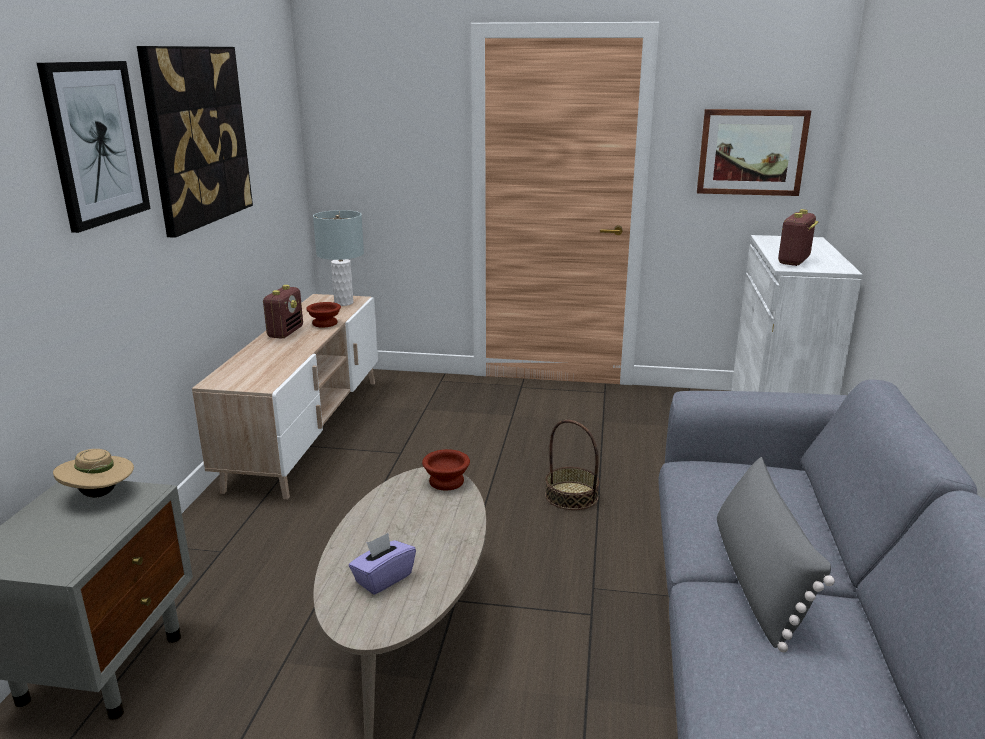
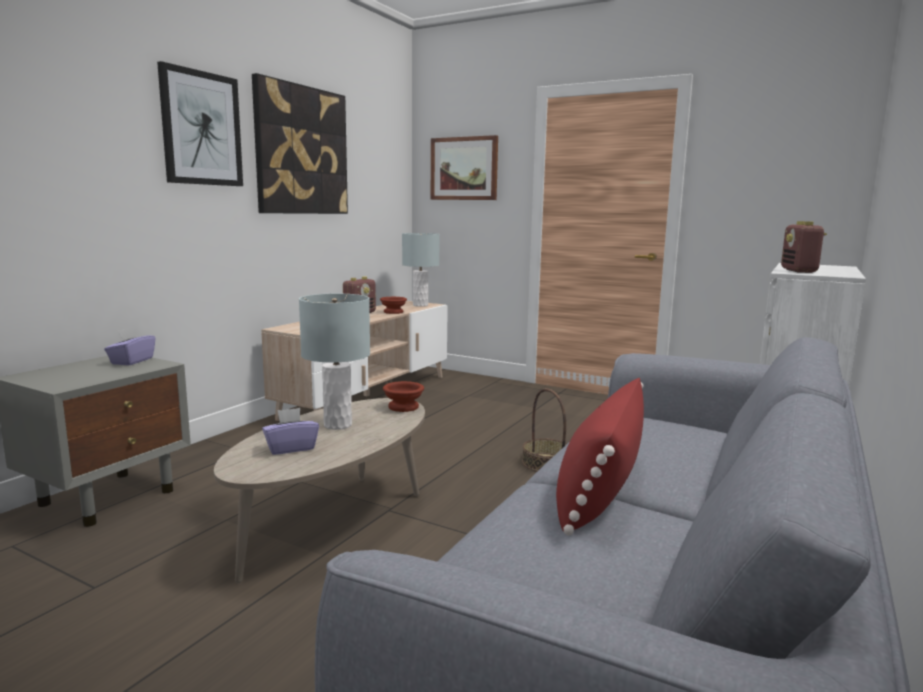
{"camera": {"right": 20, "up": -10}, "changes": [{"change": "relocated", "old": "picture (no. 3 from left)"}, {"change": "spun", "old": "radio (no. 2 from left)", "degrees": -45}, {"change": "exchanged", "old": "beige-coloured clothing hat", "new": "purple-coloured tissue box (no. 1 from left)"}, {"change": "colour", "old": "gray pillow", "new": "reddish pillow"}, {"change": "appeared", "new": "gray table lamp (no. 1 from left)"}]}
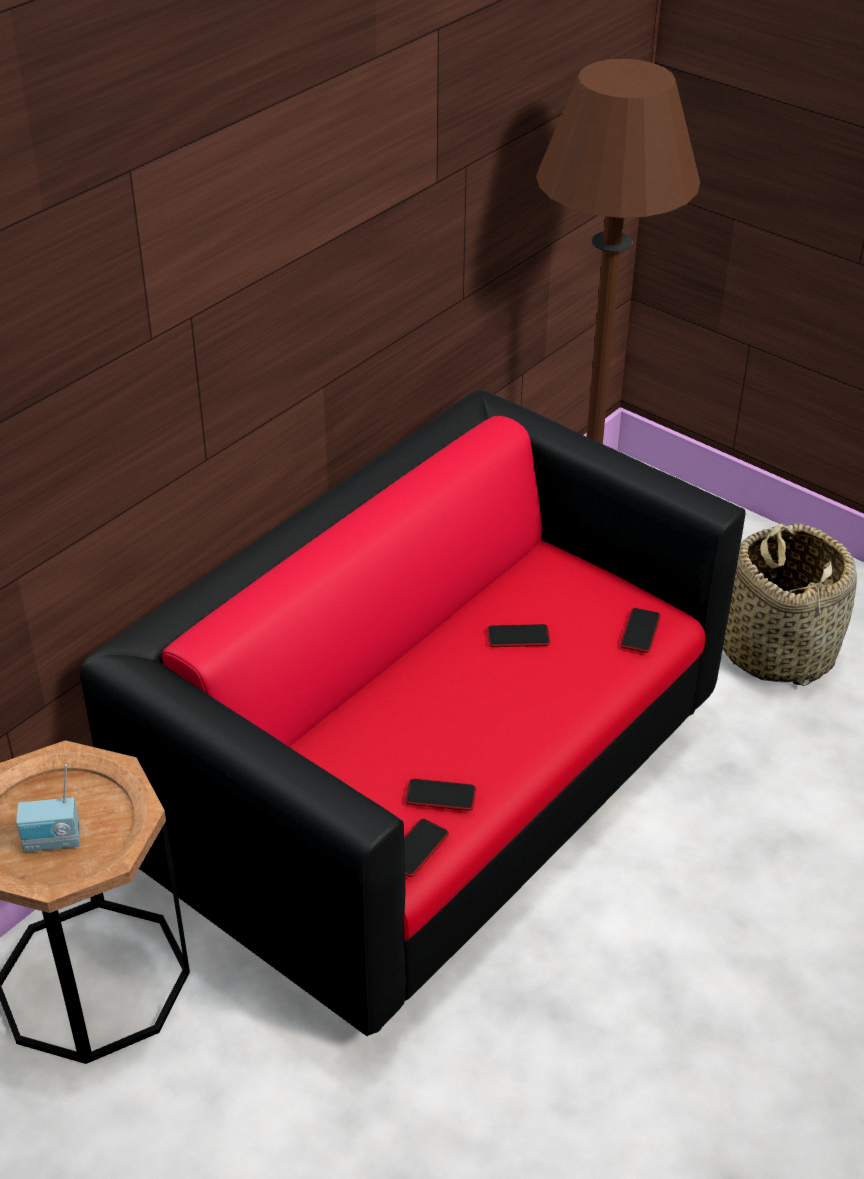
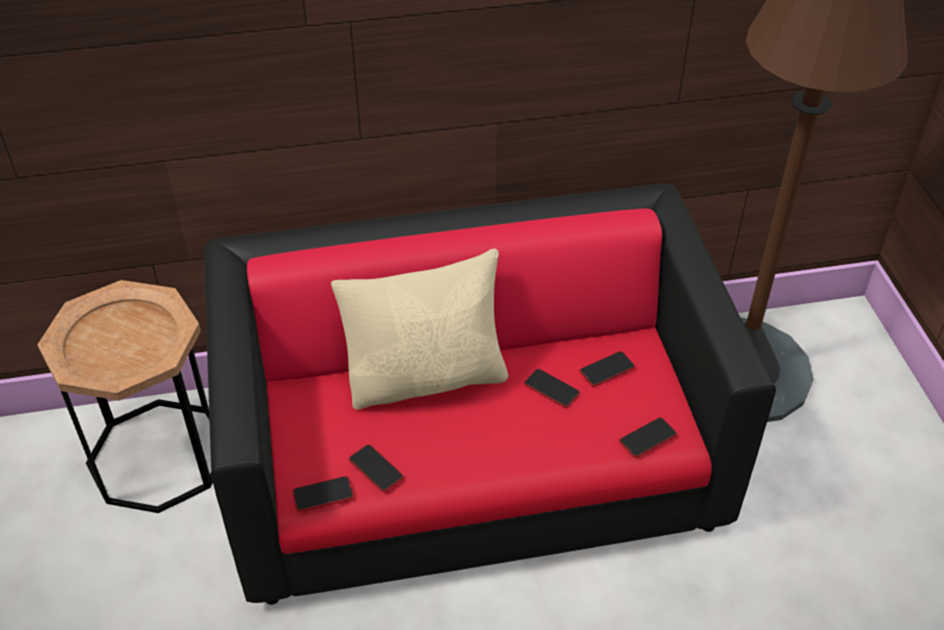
{"camera": {"right": 40, "up": 5}, "changes": [{"change": "missing", "old": "household basket"}, {"change": "missing", "old": "radio"}, {"change": "appeared", "new": "beige-coloured pillow"}, {"change": "appeared", "new": "telephone (no. 4 from left)"}]}
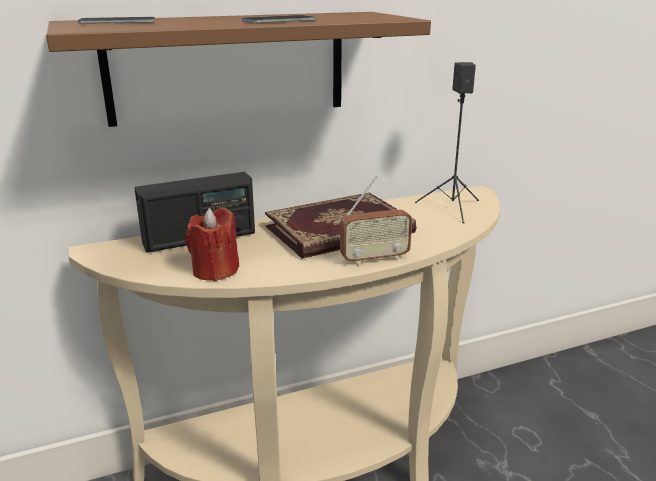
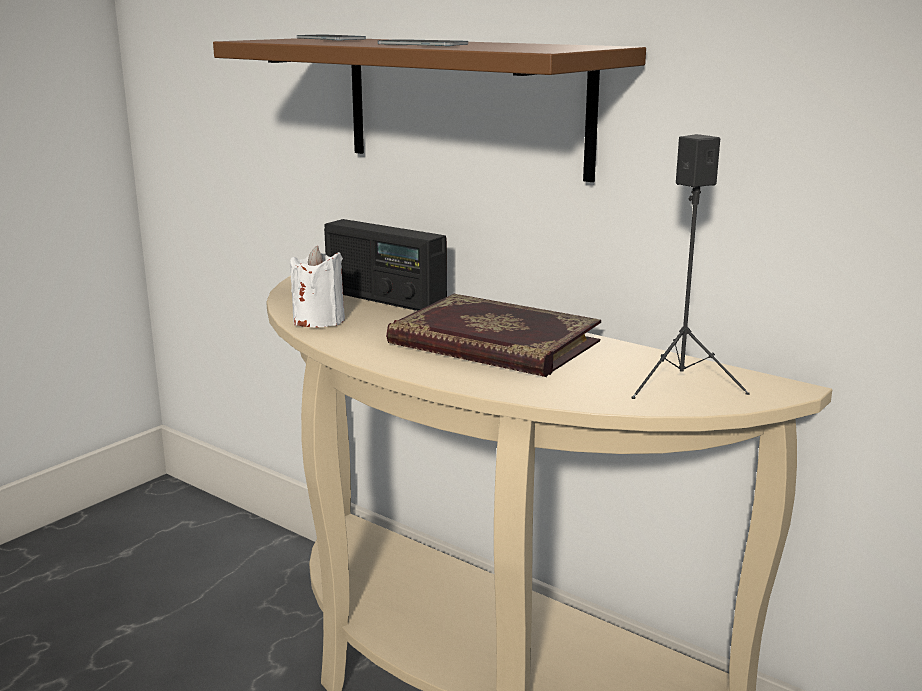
{"camera": {"right": 60, "up": -5}, "changes": [{"change": "missing", "old": "radio (no. 2 from left)"}, {"change": "colour", "old": "reddish candle", "new": "white-coloured candle"}]}
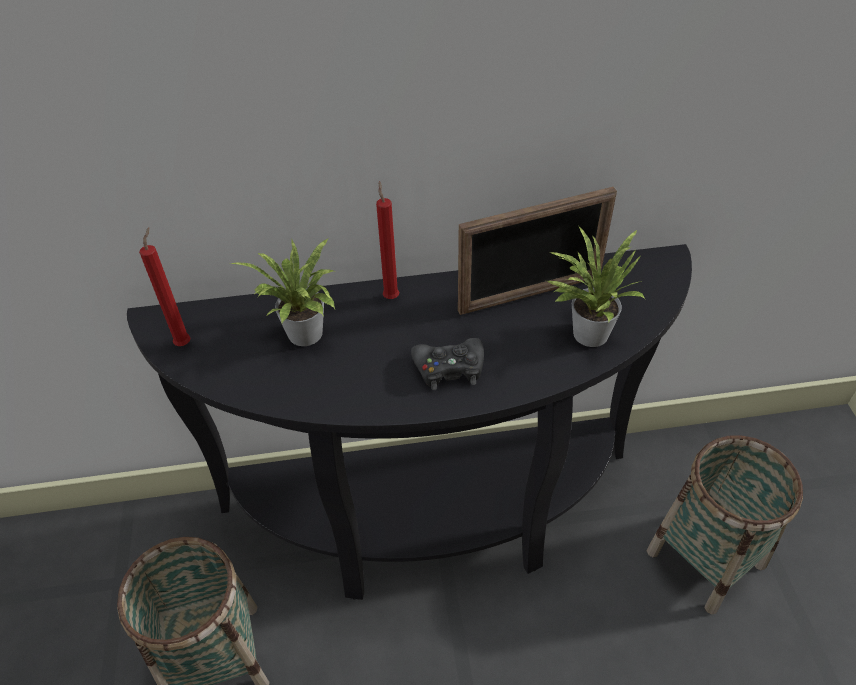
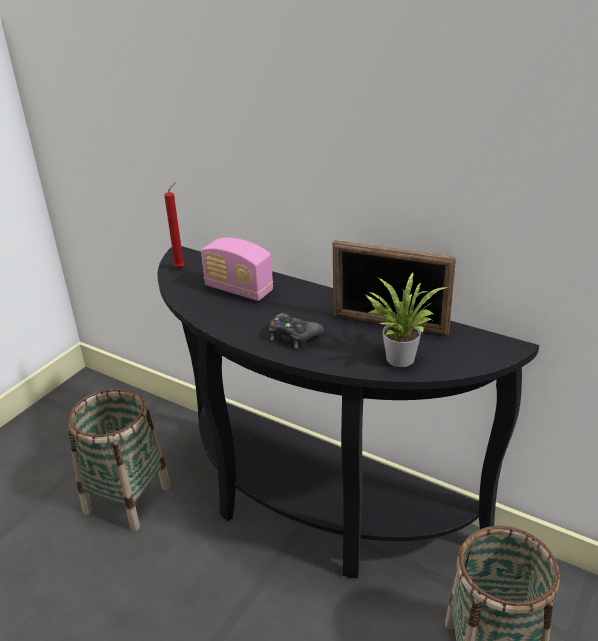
{"camera": {"right": 40, "up": -15}, "changes": [{"change": "missing", "old": "reddish candle (no. 2 from left)"}, {"change": "exchanged", "old": "plant in a pot (no. 1 from left)", "new": "radio"}]}
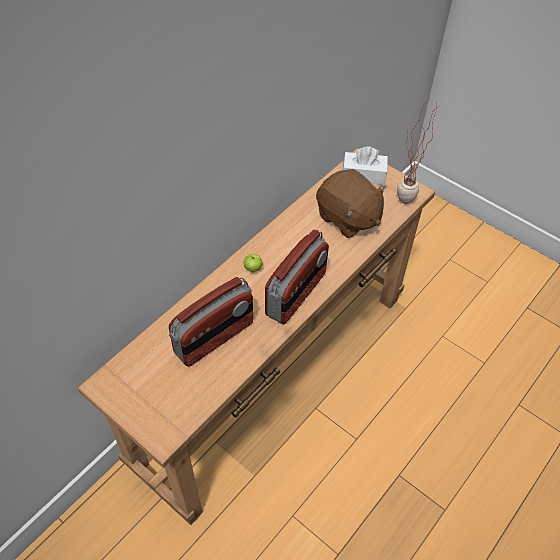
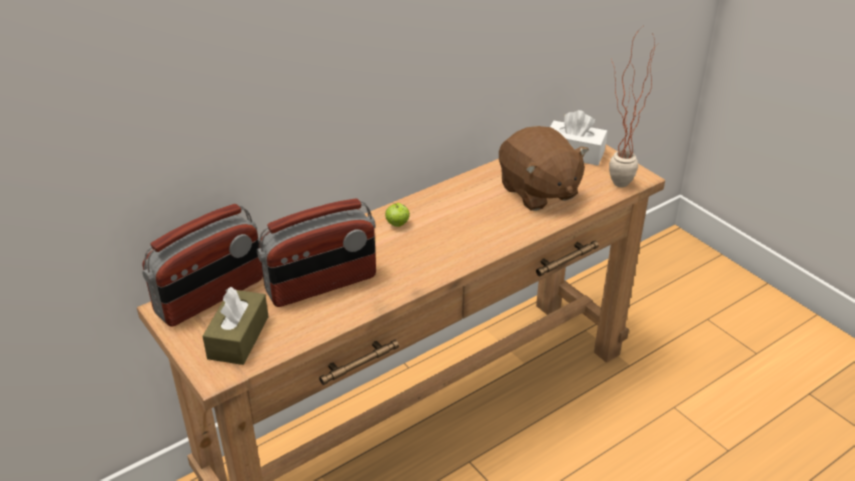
{"camera": {"right": 15, "up": -15}, "changes": [{"change": "relocated", "old": "radio (no. 2 from left in the first image)", "new": "radio (no. 1 from left)"}, {"change": "appeared", "new": "brown tissue box"}]}
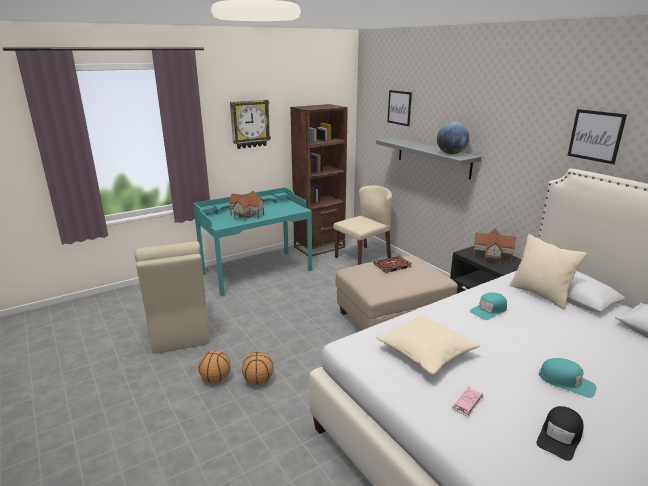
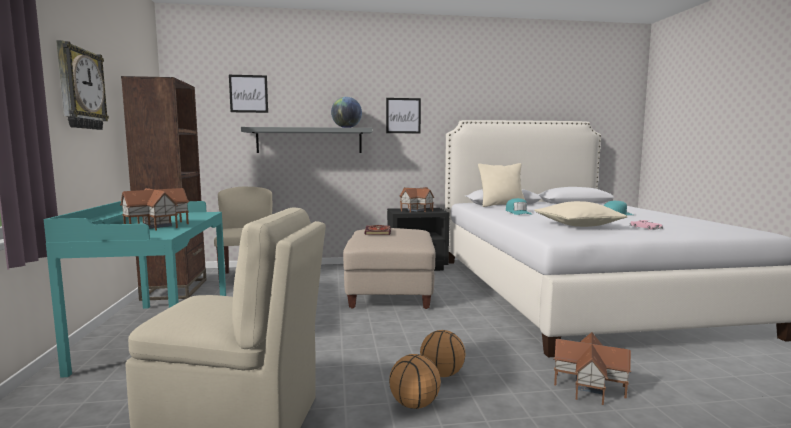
{"camera": {"right": -65, "up": -15}, "changes": [{"change": "relocated", "old": "picture (no. 2 from left)"}, {"change": "missing", "old": "black cap"}, {"change": "appeared", "new": "toy house (no. 3 from left)"}]}
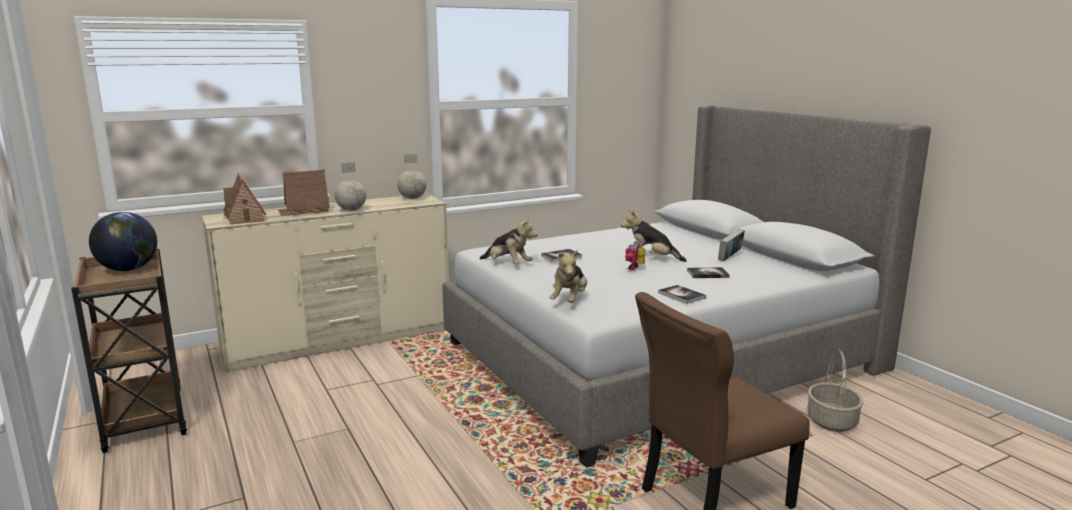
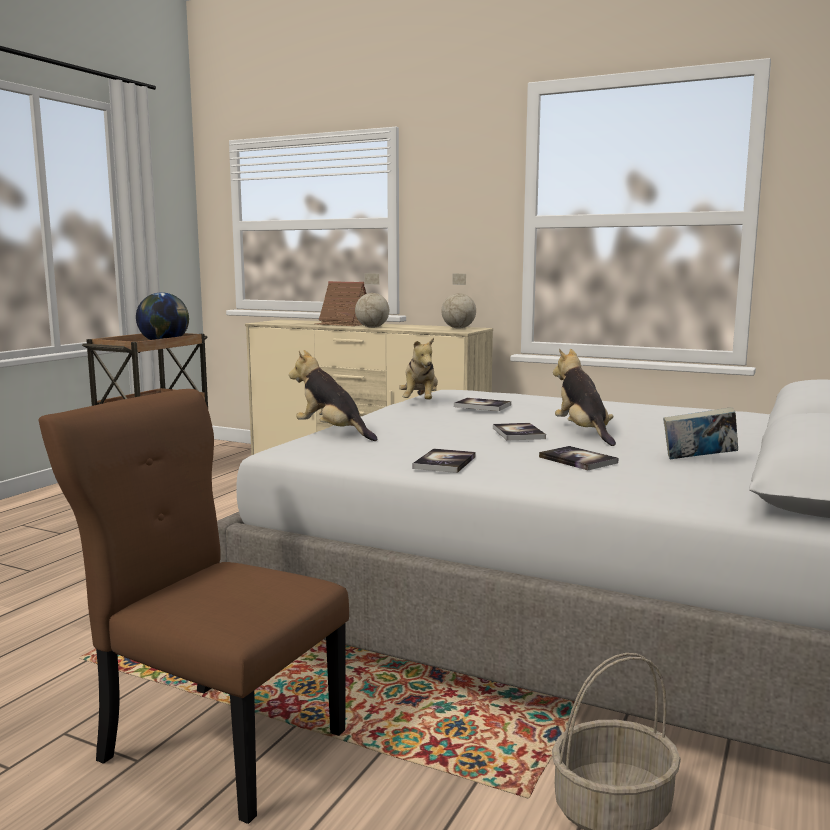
{"camera": {"right": 55, "up": -5}, "changes": [{"change": "missing", "old": "toy house (no. 1 from left)"}, {"change": "exchanged", "old": "toy robot", "new": "book (no. 3 from left)"}, {"change": "spun", "old": "plush toy (no. 2 from left in the first image)", "degrees": 60}]}
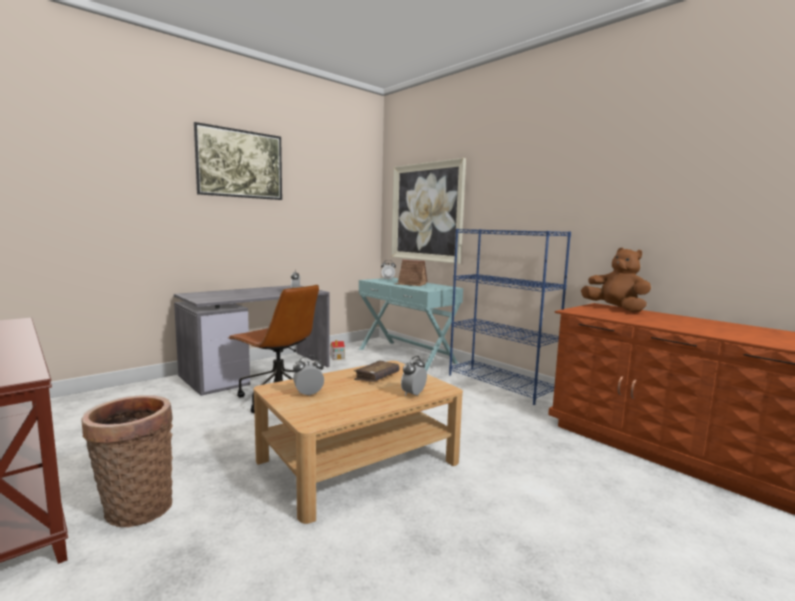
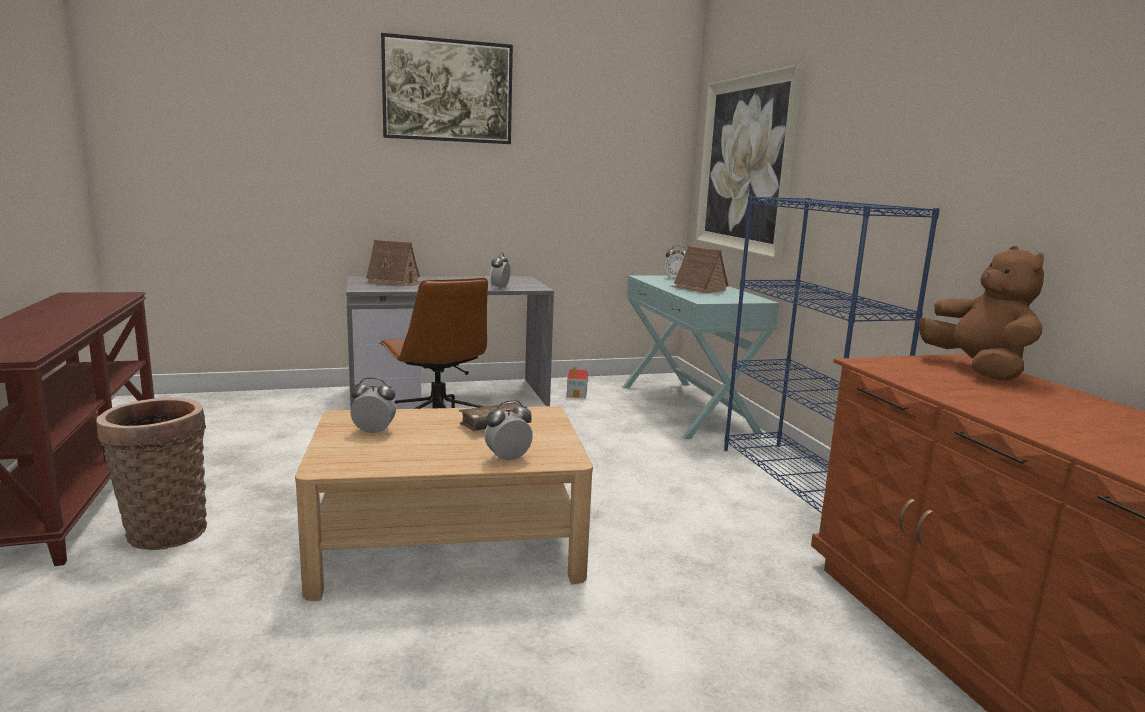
{"camera": {"right": 25, "up": 5}, "changes": [{"change": "appeared", "new": "toy house (no. 1 from left)"}]}
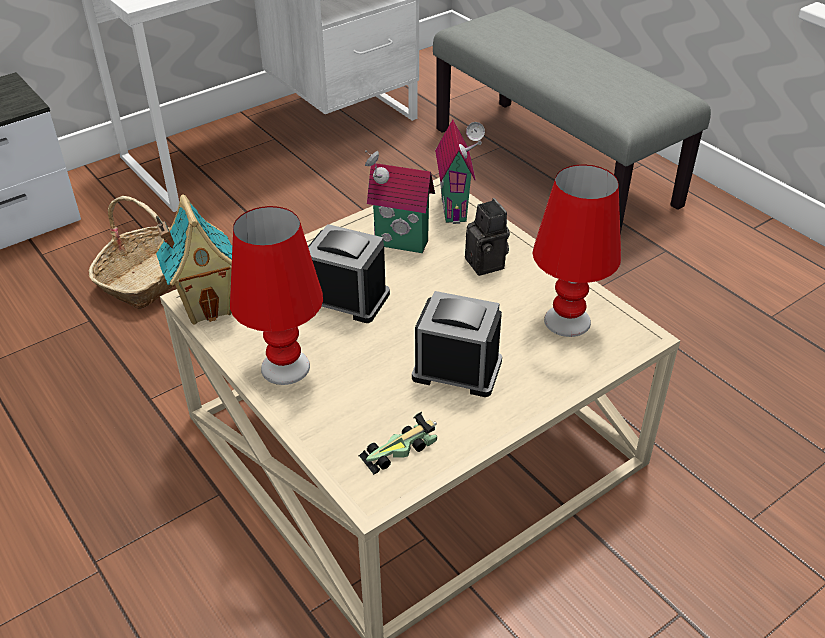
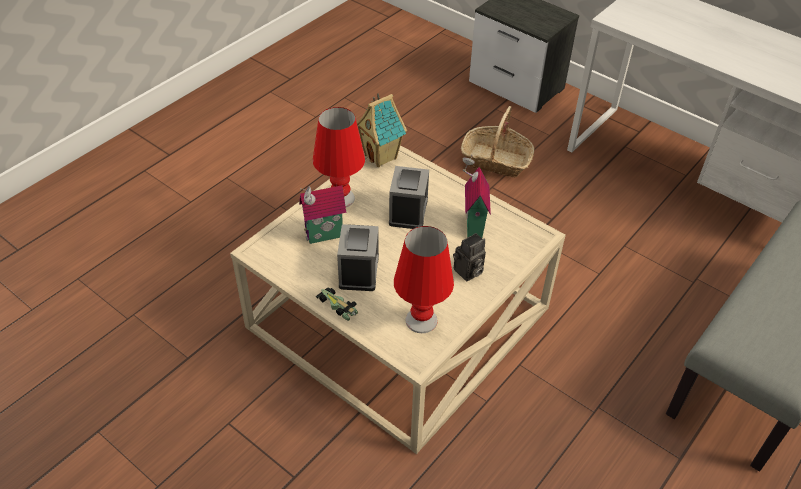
{"camera": {"right": 75, "up": 5}, "changes": [{"change": "relocated", "old": "toy house (no. 3 from left in the first image)", "new": "toy house (no. 1 from left)"}, {"change": "relocated", "old": "model car"}]}
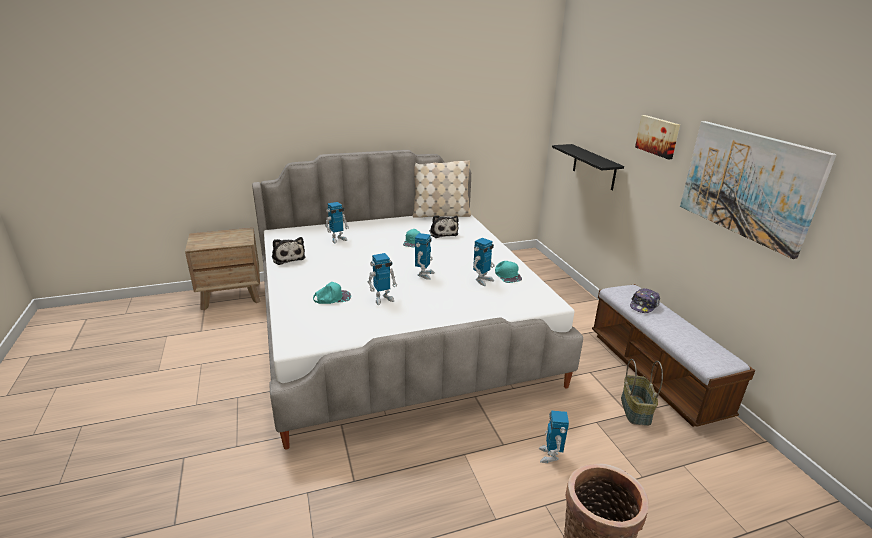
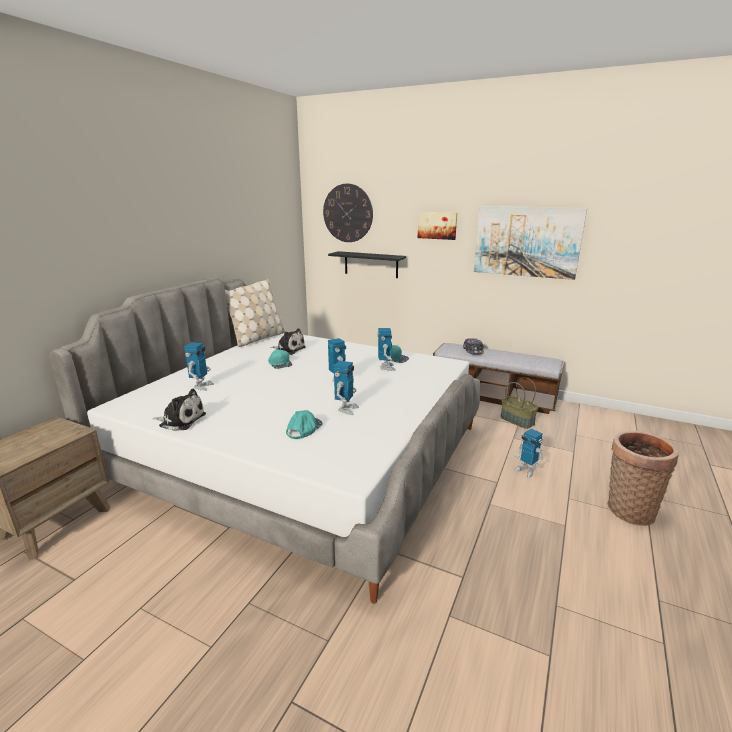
{"camera": {"right": -45, "up": -5}, "changes": [{"change": "appeared", "new": "hanging clock"}]}
